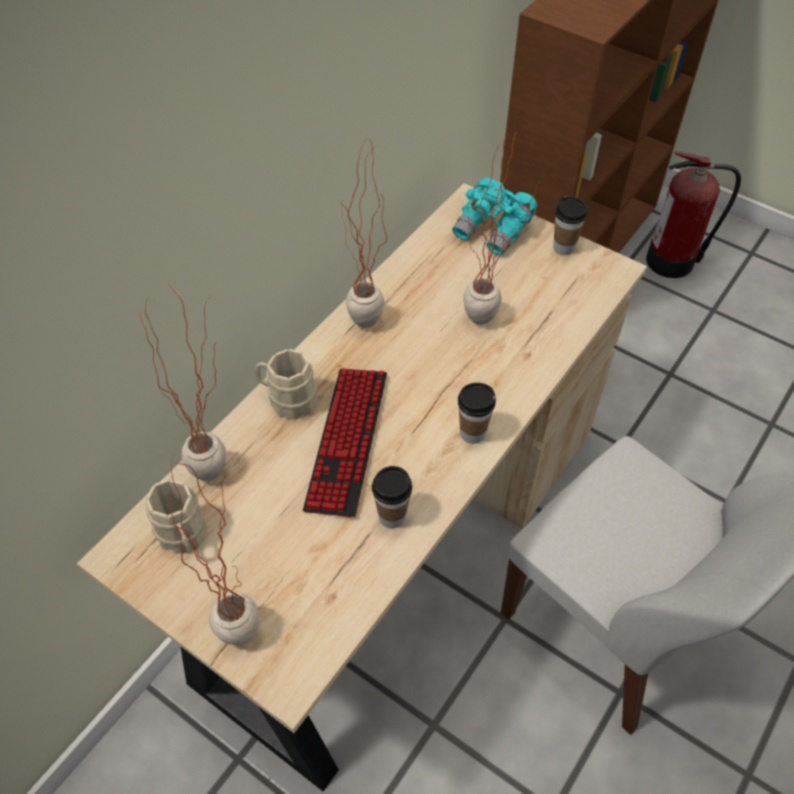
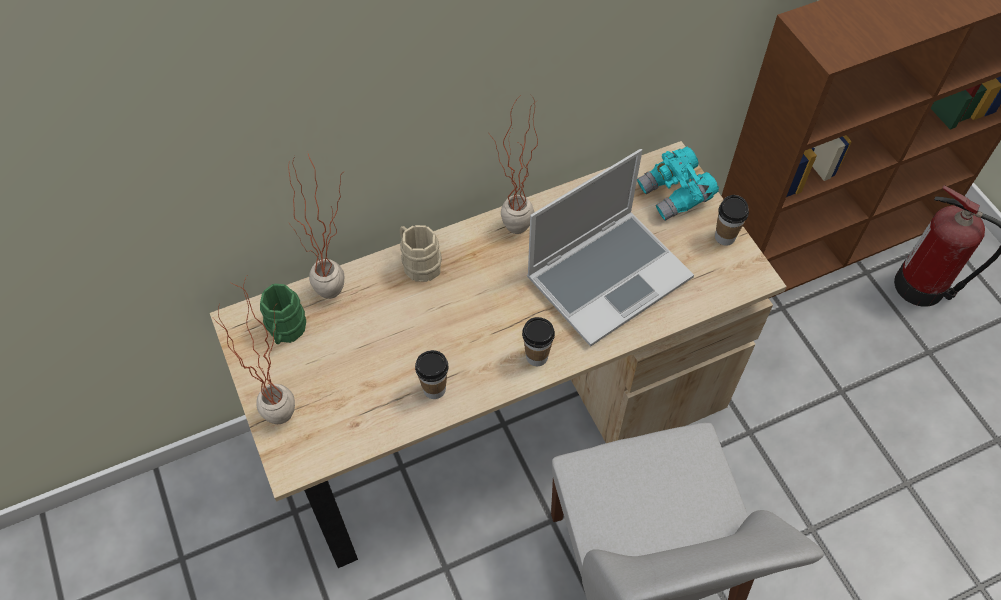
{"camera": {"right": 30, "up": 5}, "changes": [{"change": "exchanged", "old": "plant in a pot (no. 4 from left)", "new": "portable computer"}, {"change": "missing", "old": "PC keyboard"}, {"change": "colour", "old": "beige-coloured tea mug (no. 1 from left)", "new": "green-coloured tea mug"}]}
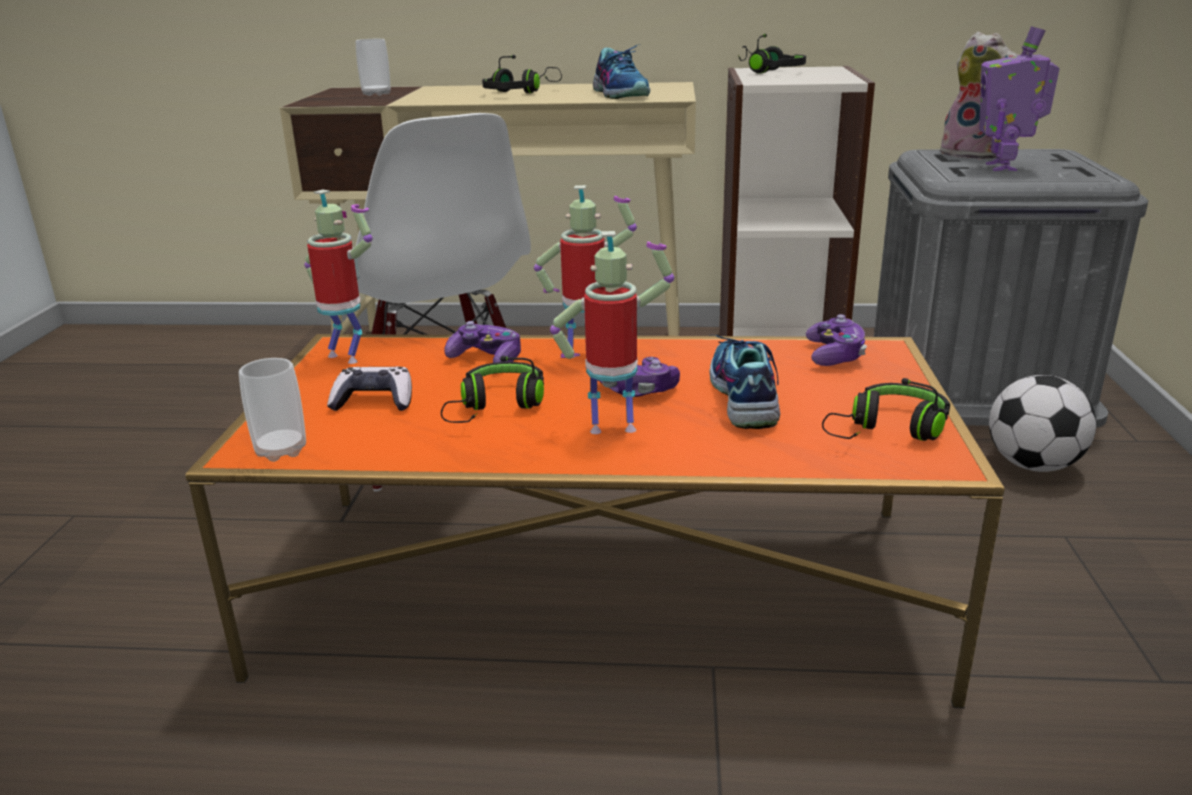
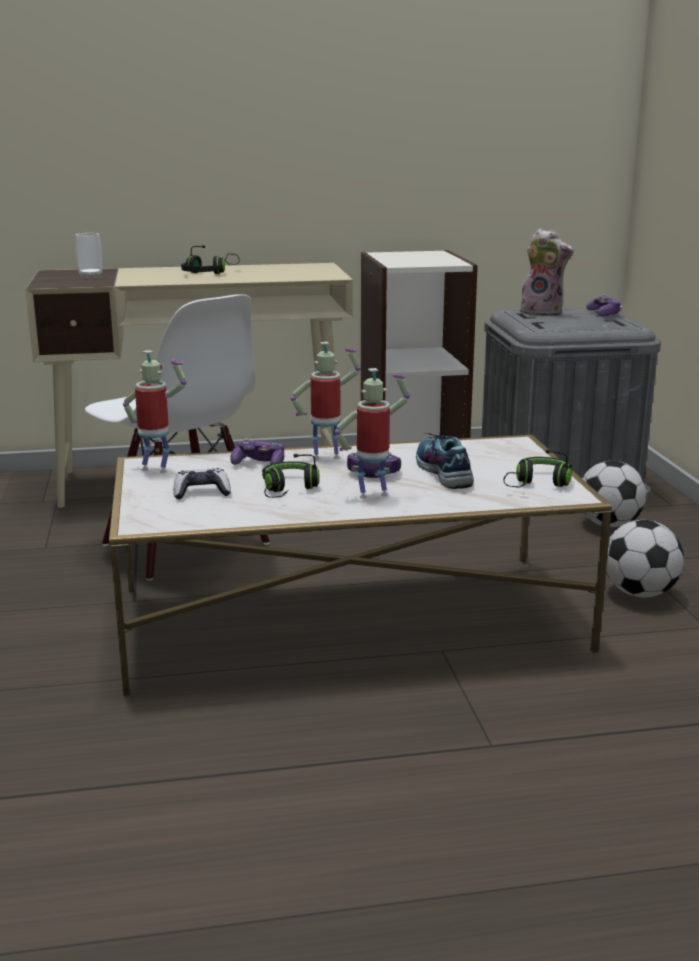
{"camera": {"right": -15, "up": -5}, "changes": [{"change": "missing", "old": "toy robot (no. 4 from left)"}, {"change": "missing", "old": "black headset (no. 3 from left)"}, {"change": "missing", "old": "low shoe (no. 1 from left)"}, {"change": "relocated", "old": "joypad (no. 4 from left)"}, {"change": "colour", "old": "orange lounge table", "new": "white-coloured lounge table"}, {"change": "missing", "old": "small cup (no. 1 from left)"}, {"change": "appeared", "new": "ball for football (no. 2 from left)"}]}
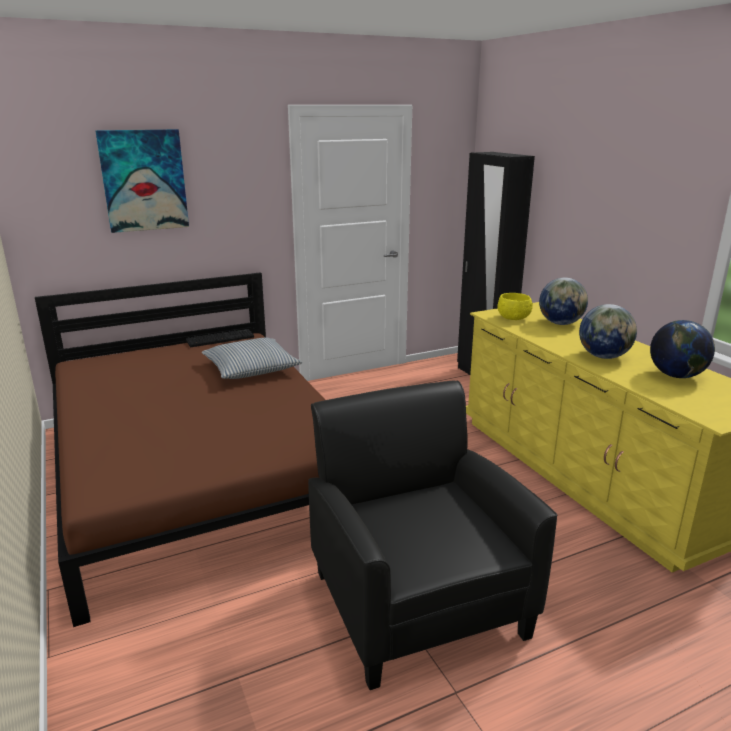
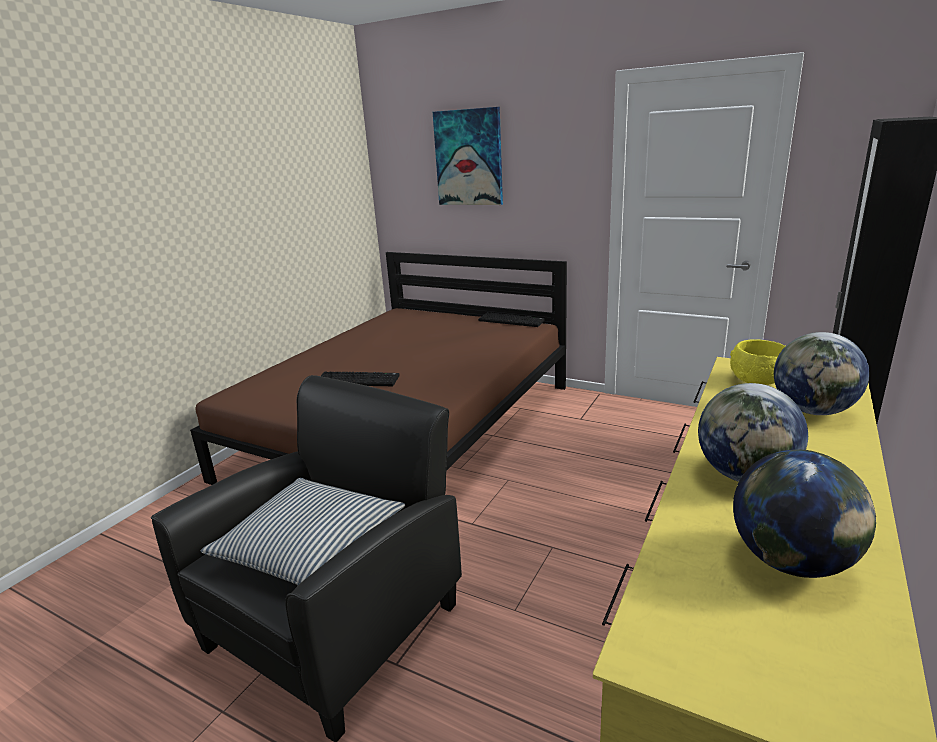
{"camera": {"right": 55, "up": 0}, "changes": [{"change": "relocated", "old": "pillow"}, {"change": "appeared", "new": "PC keyboard (no. 1 from left)"}]}
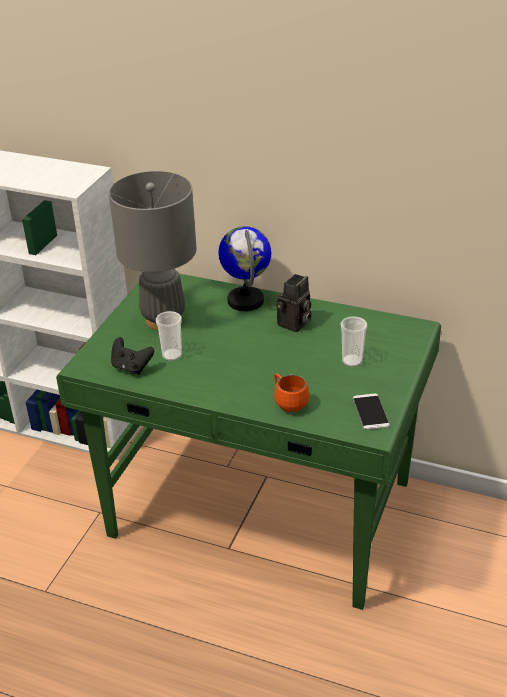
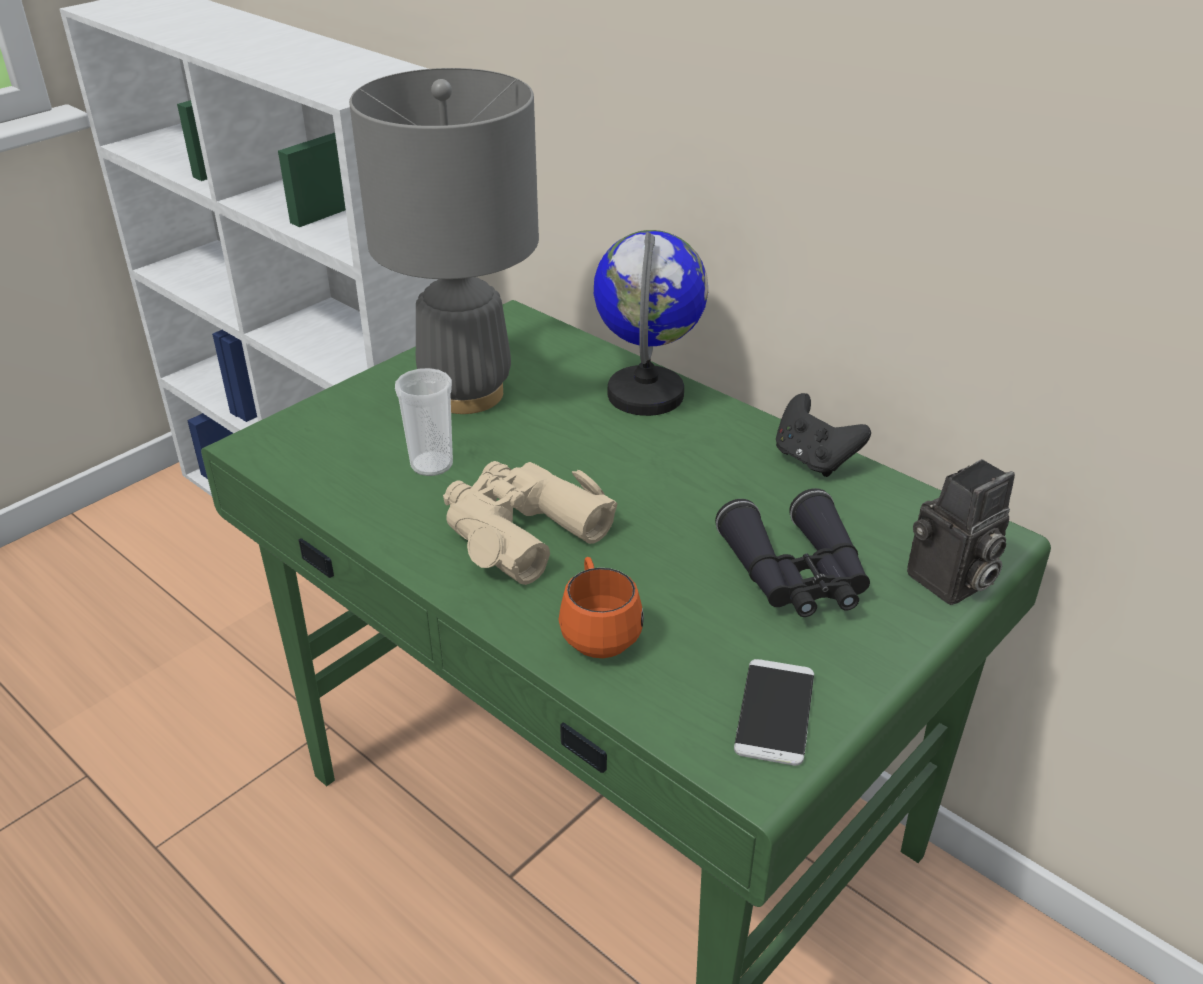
{"camera": {"right": 20, "up": 0}, "changes": [{"change": "relocated", "old": "photo camera"}, {"change": "exchanged", "old": "small cup (no. 2 from left)", "new": "black field glasses"}, {"change": "relocated", "old": "black joypad"}, {"change": "appeared", "new": "beige-coloured field glasses"}]}
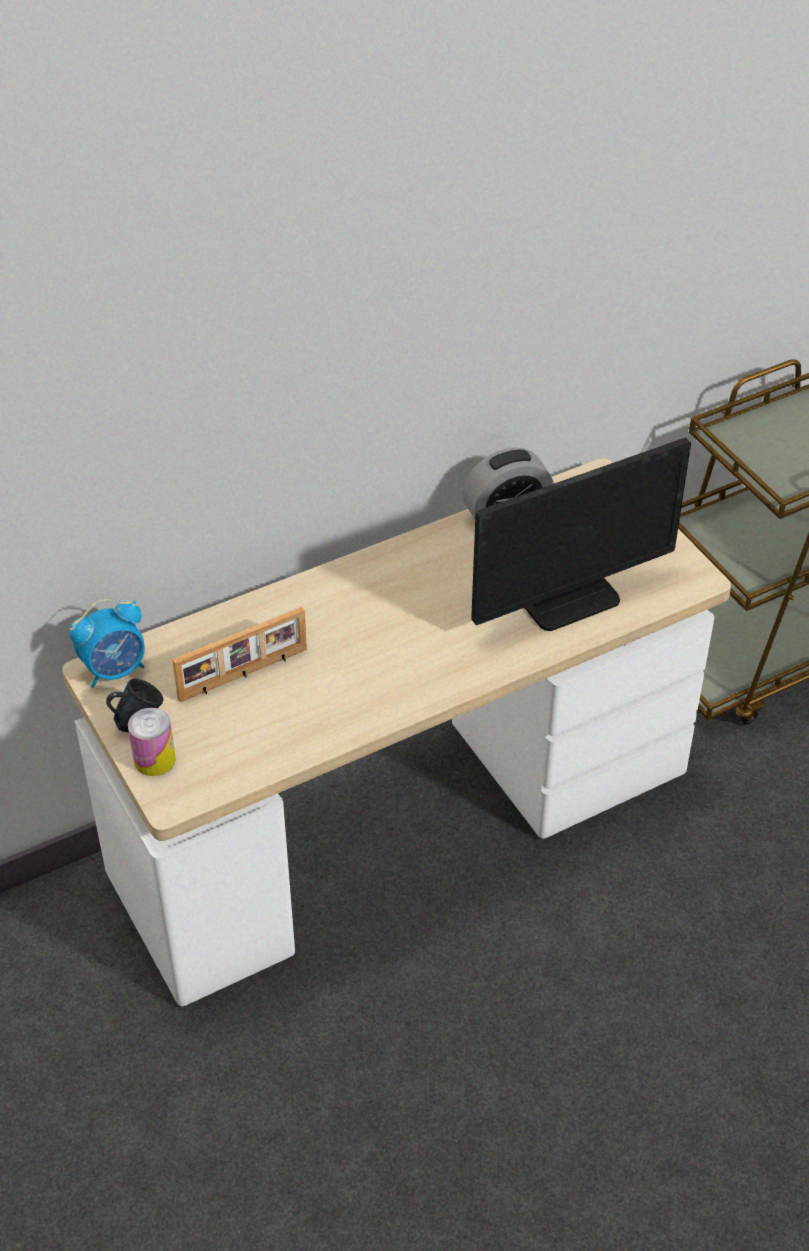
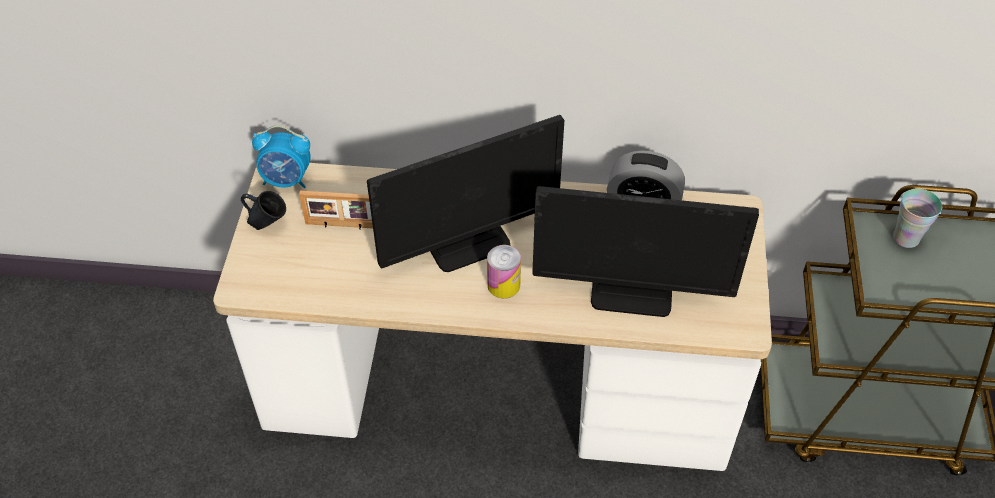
{"camera": {"right": 35, "up": 5}, "changes": [{"change": "relocated", "old": "sealed can"}, {"change": "appeared", "new": "computer display (no. 1 from left)"}, {"change": "appeared", "new": "small cup"}]}
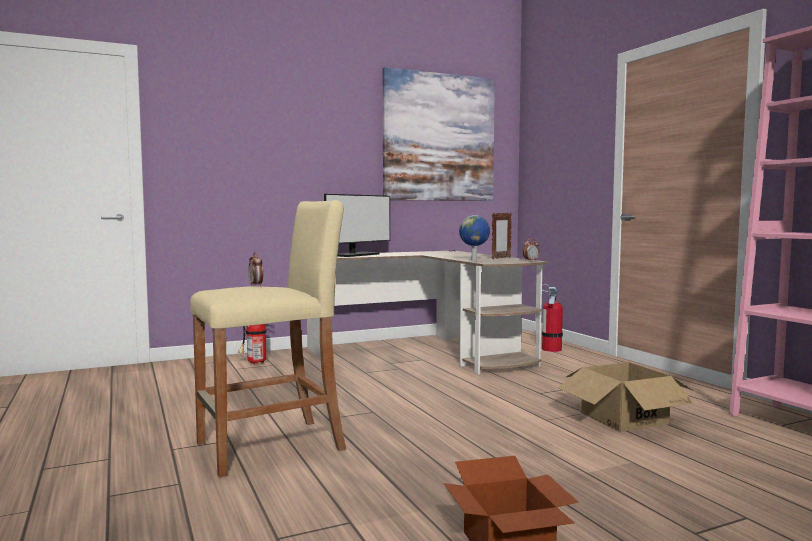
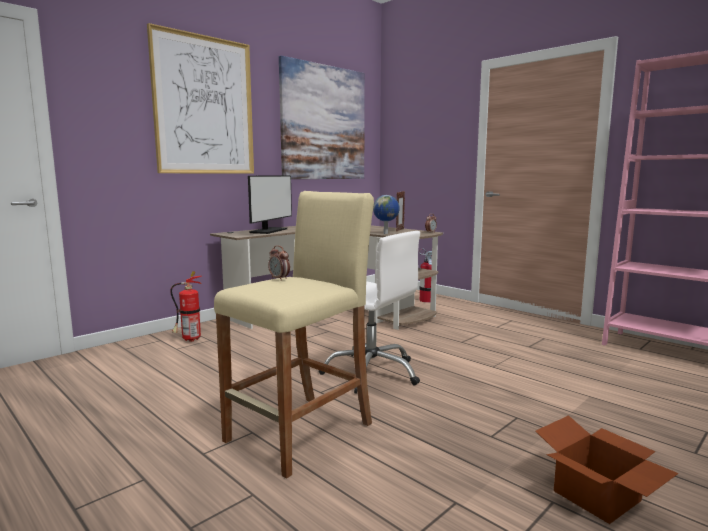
{"camera": {"right": -20, "up": 5}, "changes": [{"change": "missing", "old": "cardboard box (no. 2 from left)"}, {"change": "appeared", "new": "picture (no. 1 from left)"}, {"change": "appeared", "new": "white-coloured office chair"}]}
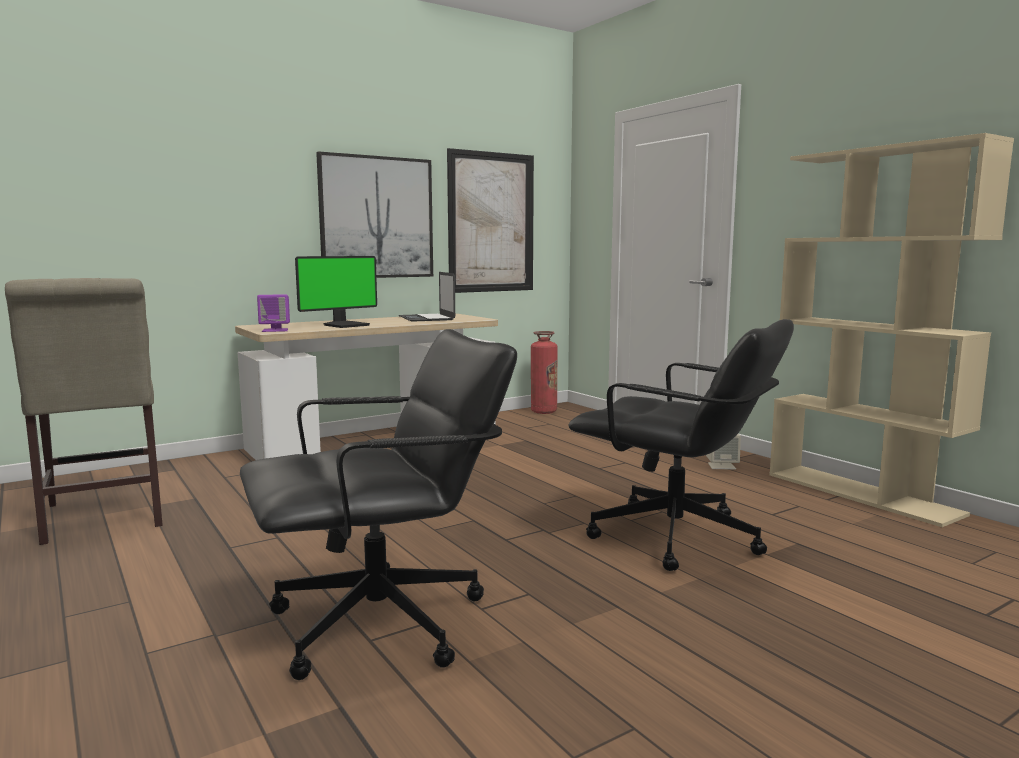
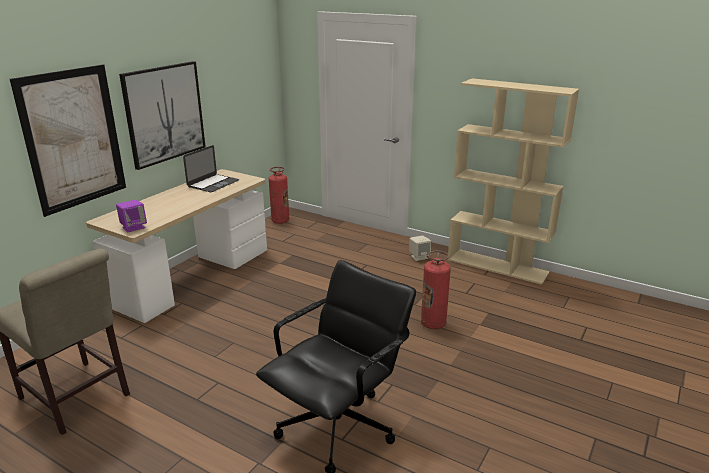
{"camera": {"right": -25, "up": 15}, "changes": [{"change": "relocated", "old": "picture (no. 2 from left in the first image)", "new": "picture (no. 1 from left)"}, {"change": "missing", "old": "computer display"}, {"change": "spun", "old": "portable computer", "degrees": -105}, {"change": "exchanged", "old": "black office chair (no. 2 from left)", "new": "fire extinguisher (no. 2 from left)"}]}
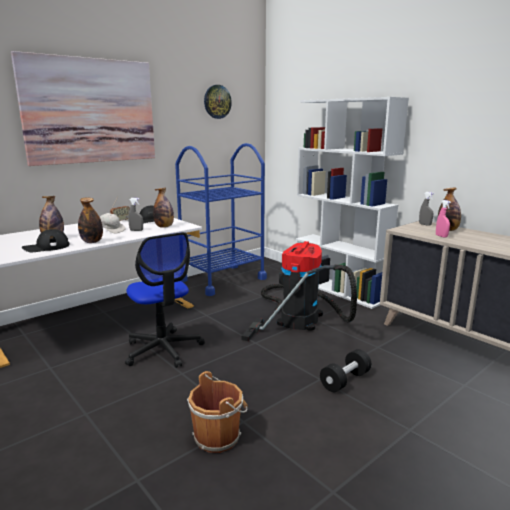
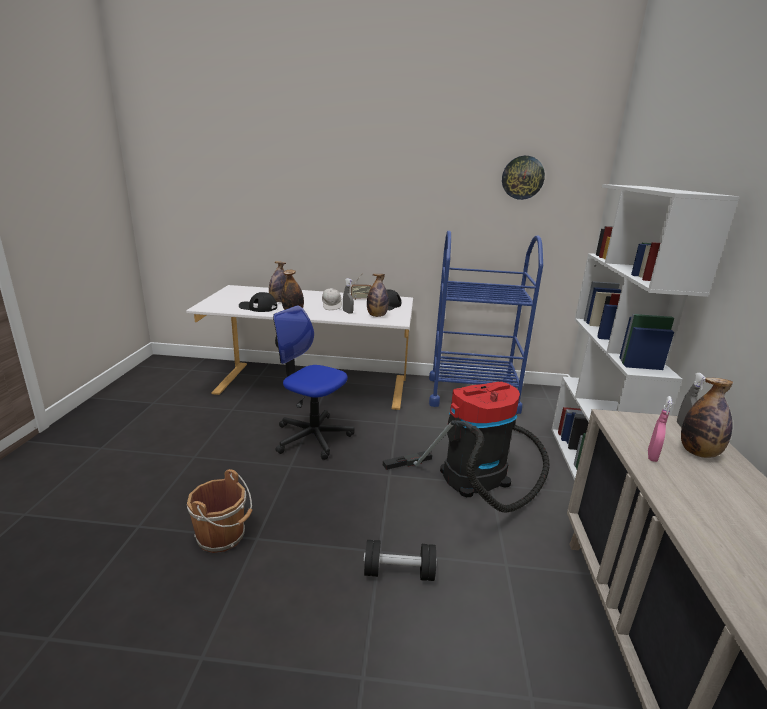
{"camera": {"right": 45, "up": 5}, "changes": [{"change": "missing", "old": "picture"}, {"change": "spun", "old": "office chair", "degrees": 105}]}
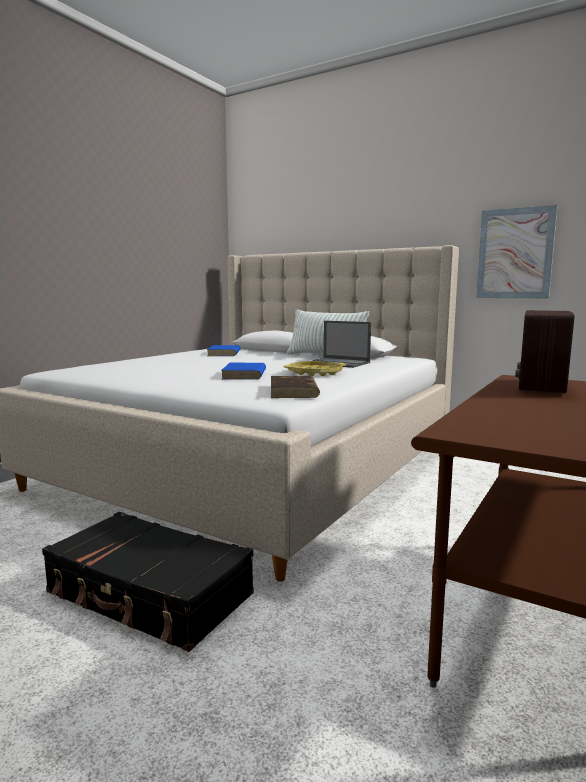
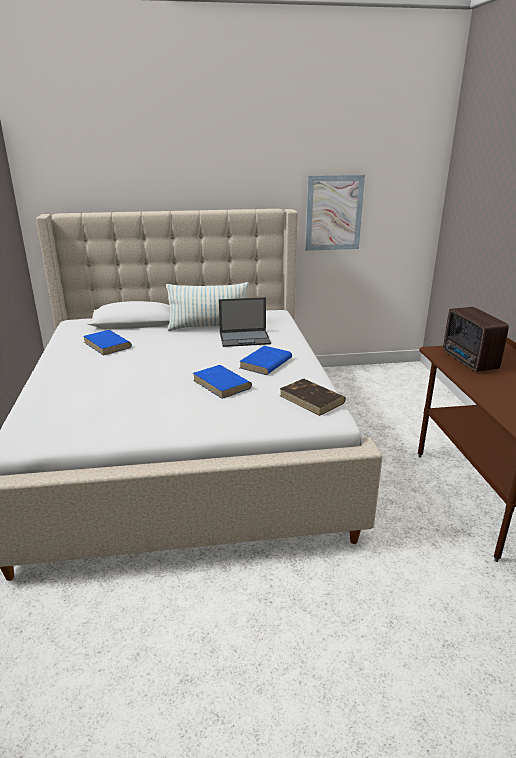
{"camera": {"right": -40, "up": 15}, "changes": [{"change": "exchanged", "old": "yellow-coloured serving tray", "new": "blue-coloured book (no. 3 from left)"}, {"change": "missing", "old": "black suitcase"}]}
